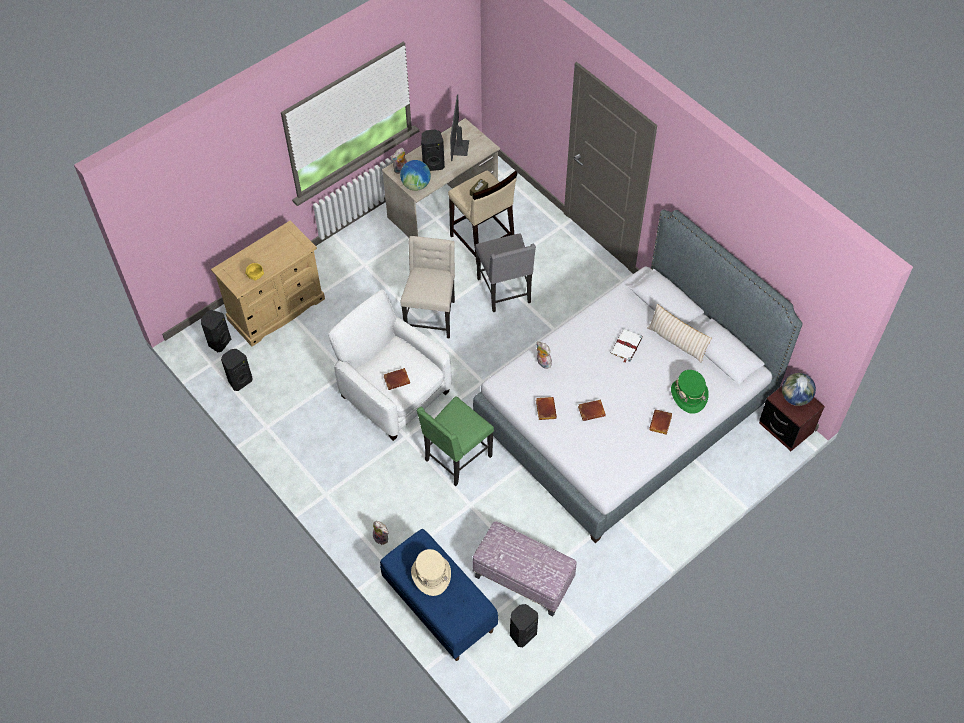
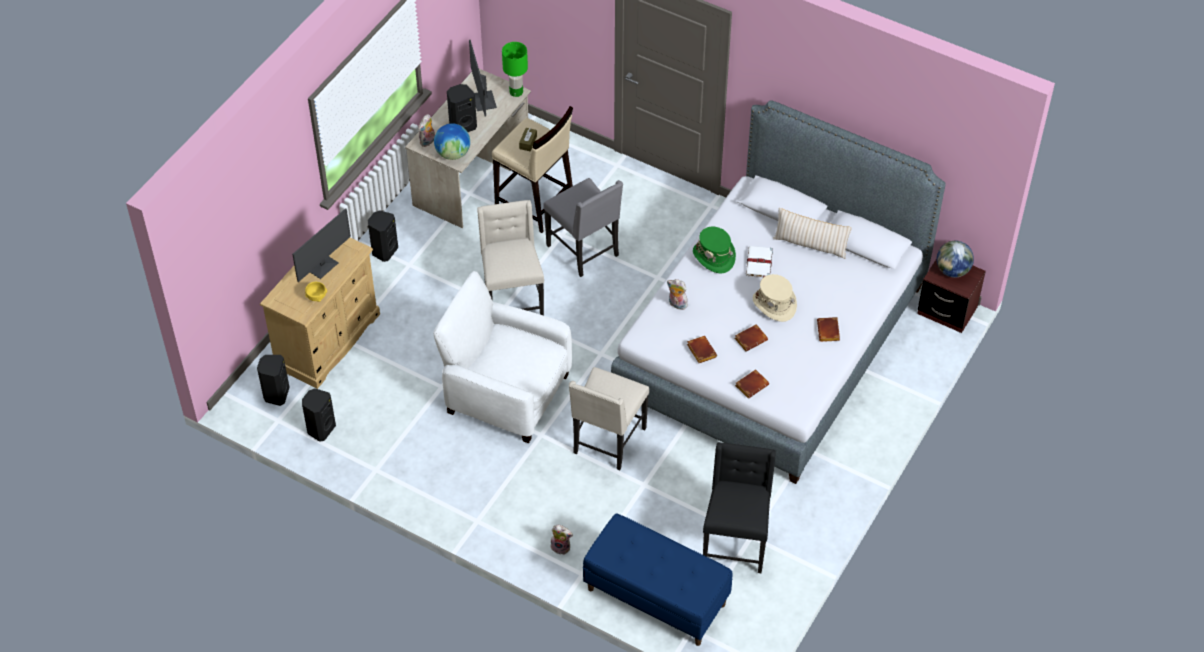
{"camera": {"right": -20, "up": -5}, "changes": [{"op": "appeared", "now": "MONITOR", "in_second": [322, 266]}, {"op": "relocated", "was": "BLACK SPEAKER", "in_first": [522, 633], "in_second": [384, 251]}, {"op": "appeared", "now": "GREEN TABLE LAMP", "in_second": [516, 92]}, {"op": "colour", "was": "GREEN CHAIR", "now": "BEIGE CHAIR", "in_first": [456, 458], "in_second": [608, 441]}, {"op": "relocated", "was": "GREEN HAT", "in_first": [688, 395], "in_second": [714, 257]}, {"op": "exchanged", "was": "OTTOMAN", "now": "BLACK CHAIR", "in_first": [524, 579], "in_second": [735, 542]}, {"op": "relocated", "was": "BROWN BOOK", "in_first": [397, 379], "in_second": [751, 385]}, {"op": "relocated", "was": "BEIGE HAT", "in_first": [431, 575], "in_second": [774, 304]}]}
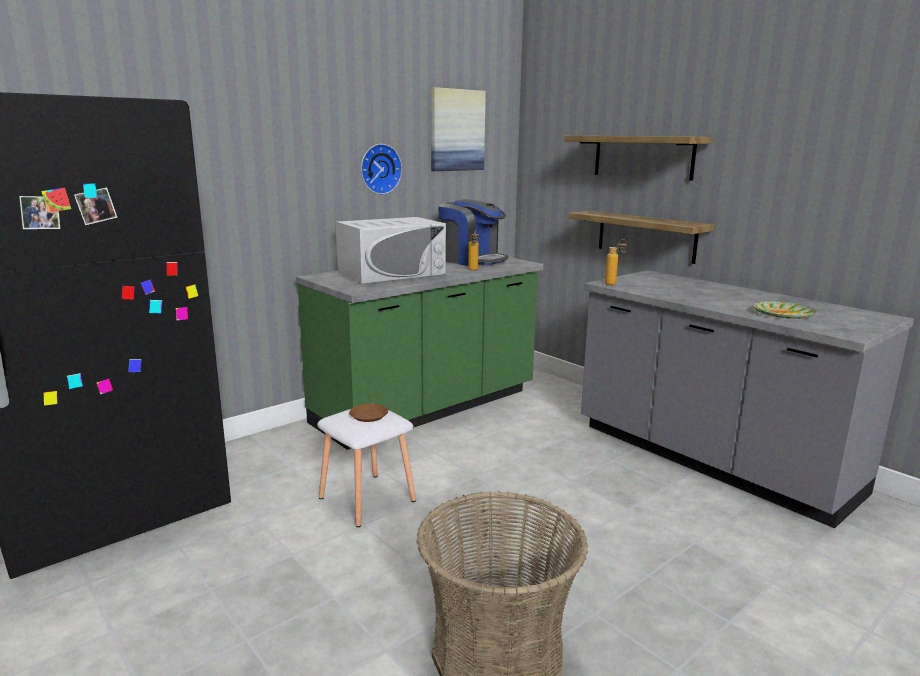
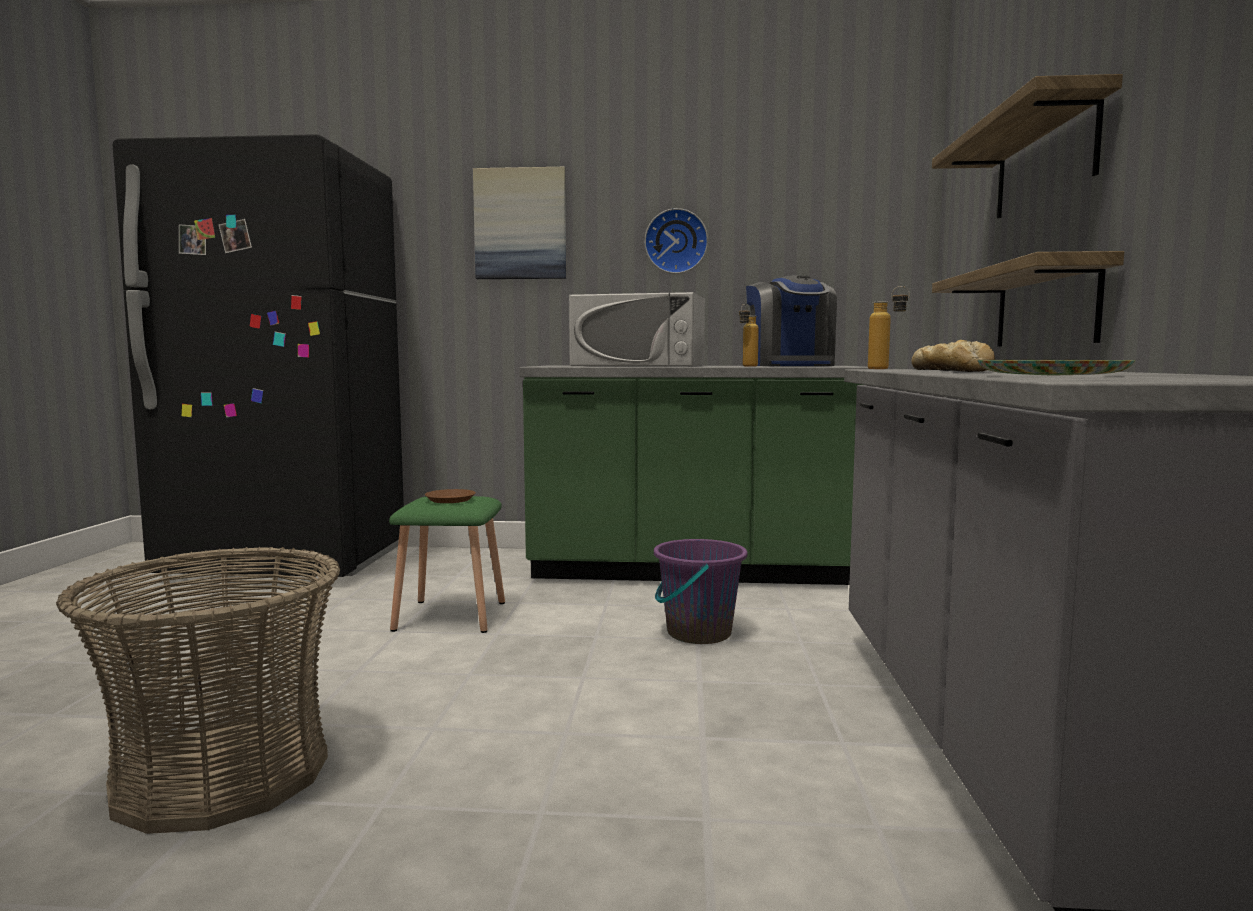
{"camera": {"right": 45, "up": -10}, "changes": [{"op": "colour", "was": "WHITE STOOL", "now": "GREEN STOOL", "in_first": [368, 498], "in_second": [452, 615]}, {"op": "relocated", "was": "PICTURE", "in_first": [457, 130], "in_second": [520, 224]}, {"op": "appeared", "now": "PURPLE BUCKET", "in_second": [698, 633]}, {"op": "appeared", "now": "BREAD", "in_second": [951, 371]}]}
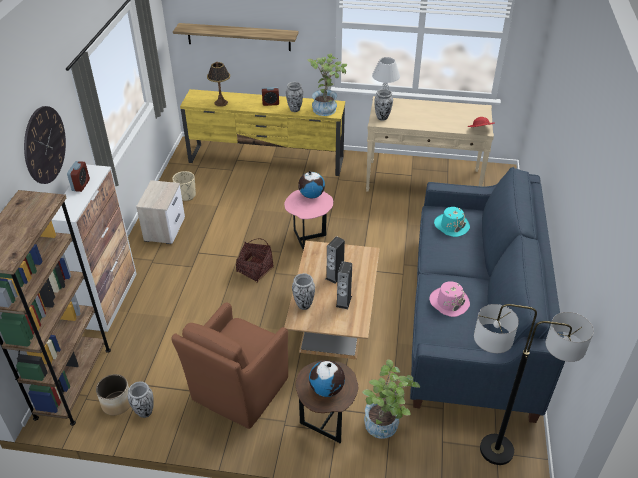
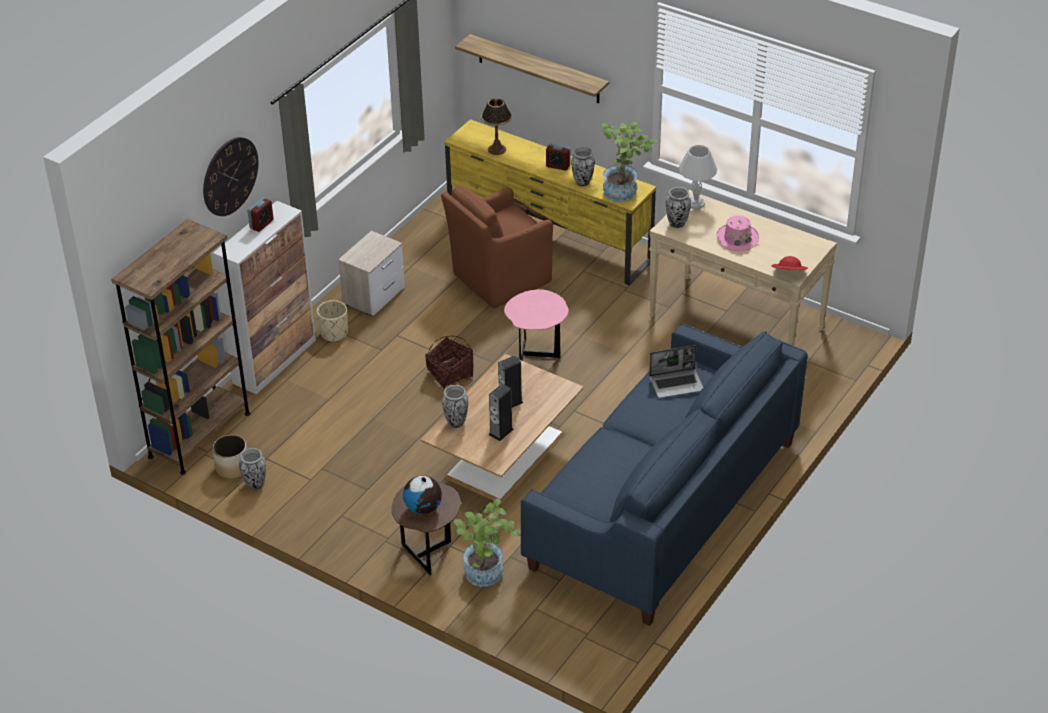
{"camera": {"right": 25, "up": 0}, "changes": [{"op": "relocated", "was": "BEIGE PLANTER", "in_first": [186, 195], "in_second": [334, 333]}, {"op": "relocated", "was": "BROWN ARMCHAIR", "in_first": [238, 391], "in_second": [499, 279]}, {"op": "exchanged", "was": "TURQUOISE HAT", "now": "LAPTOP", "in_first": [451, 225], "in_second": [677, 384]}, {"op": "relocated", "was": "PINK HAT", "in_first": [449, 302], "in_second": [737, 238]}, {"op": "missing", "was": "GLOBE", "in_first": [311, 195]}, {"op": "missing", "was": "FLOOR LAMP", "in_first": [496, 450]}]}
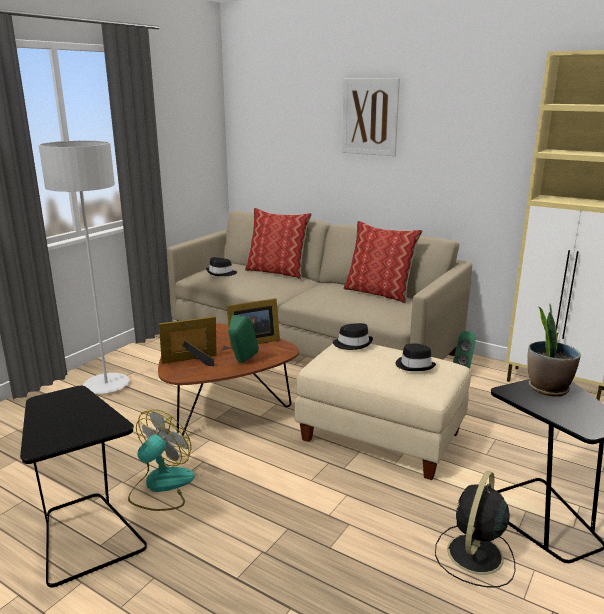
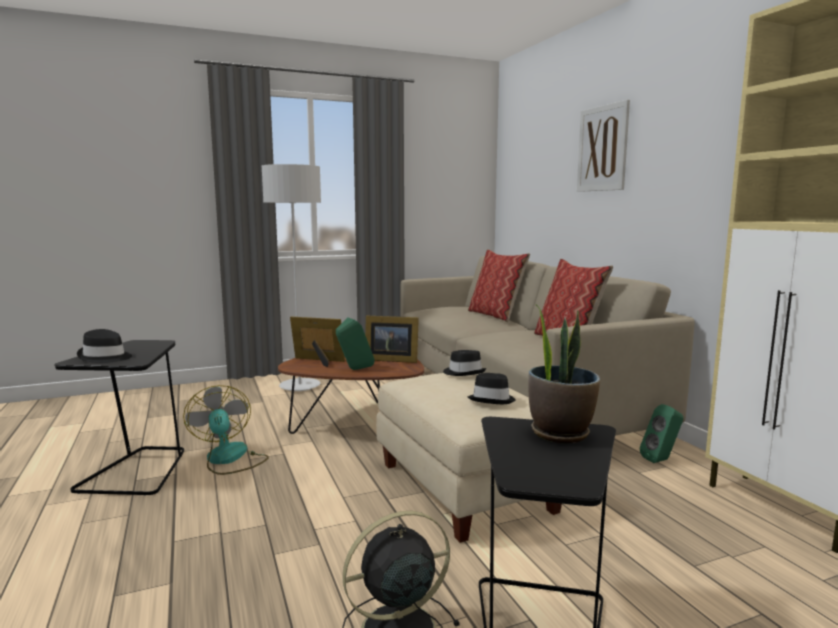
{"camera": {"right": 35, "up": -10}, "changes": [{"op": "relocated", "was": "BLACK HAT", "in_first": [221, 273], "in_second": [105, 357]}, {"op": "spun", "was": "FAN", "in_first": [161, 486], "in_second": [229, 459], "clockwise": -90}]}
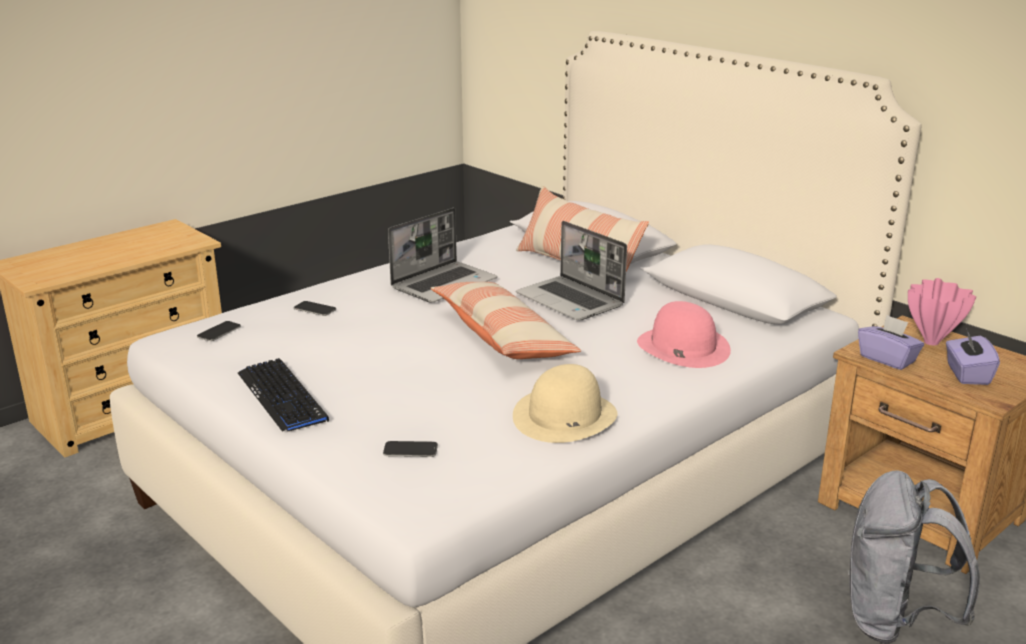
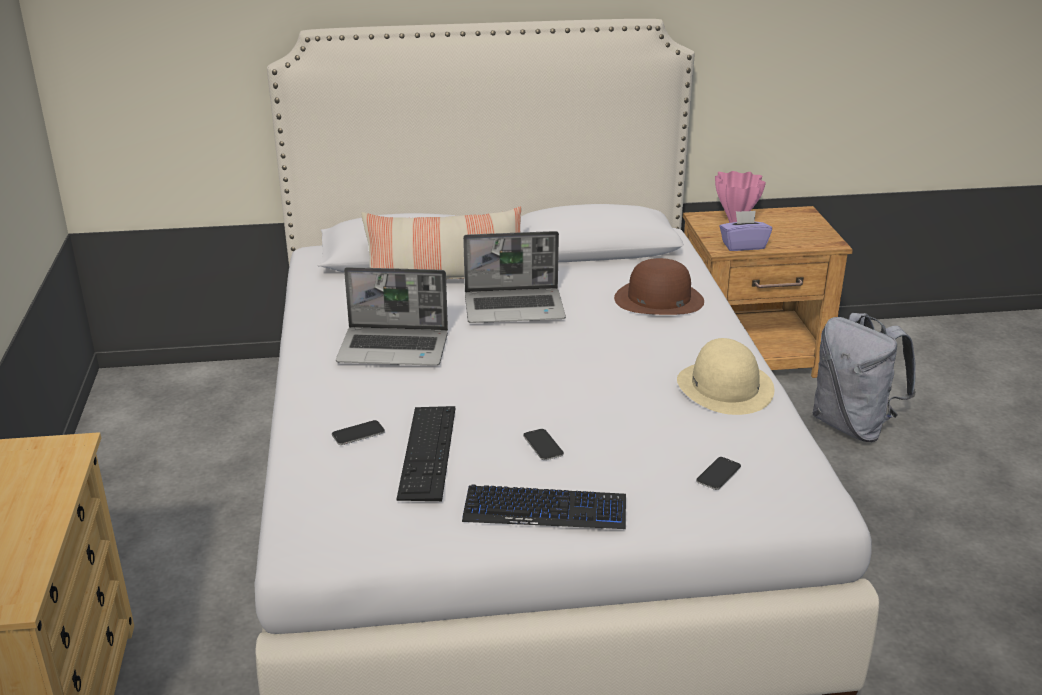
{"camera": {"right": -55, "up": 5}, "changes": [{"op": "spun", "was": "LAPTOP", "in_first": [444, 284], "in_second": [395, 348], "clockwise": 105}, {"op": "appeared", "now": "KEYBOARD", "in_second": [427, 452]}, {"op": "relocated", "was": "PHONE", "in_first": [219, 332], "in_second": [543, 445]}, {"op": "colour", "was": "PINK HAT", "now": "BROWN HAT", "in_first": [682, 347], "in_second": [658, 299]}, {"op": "missing", "was": "PILLOW", "in_first": [502, 337]}, {"op": "missing", "was": "PURPLE TISSUE BOX", "in_first": [967, 374]}]}
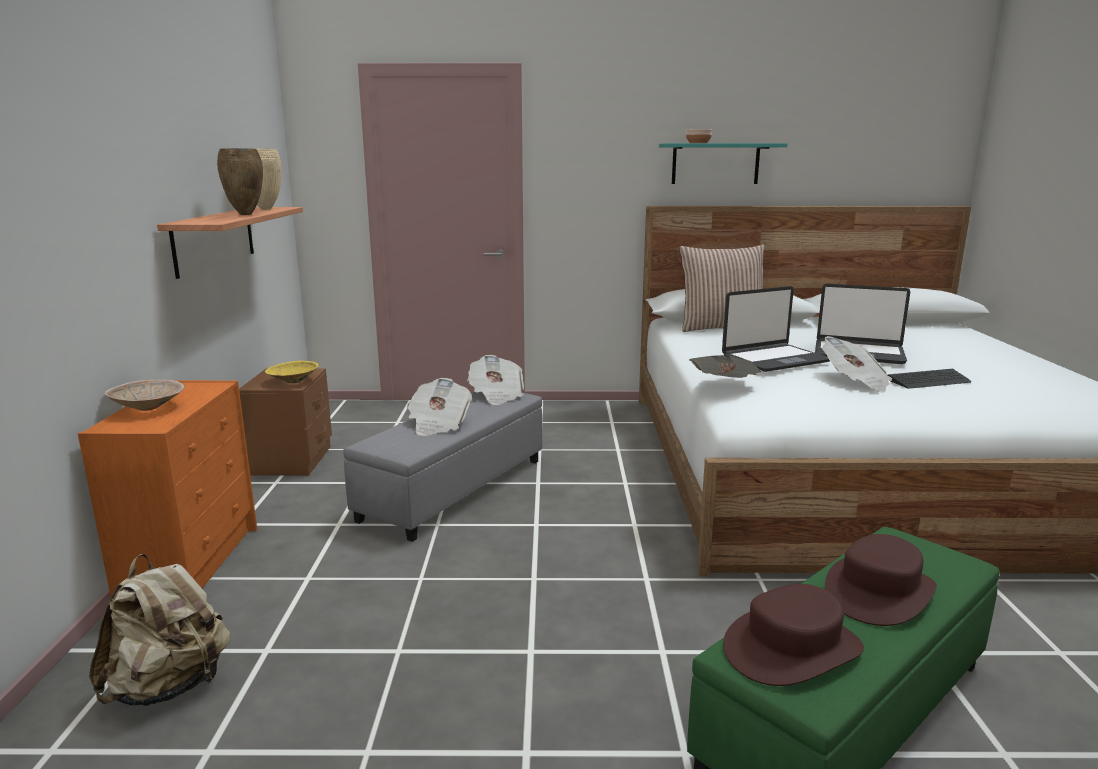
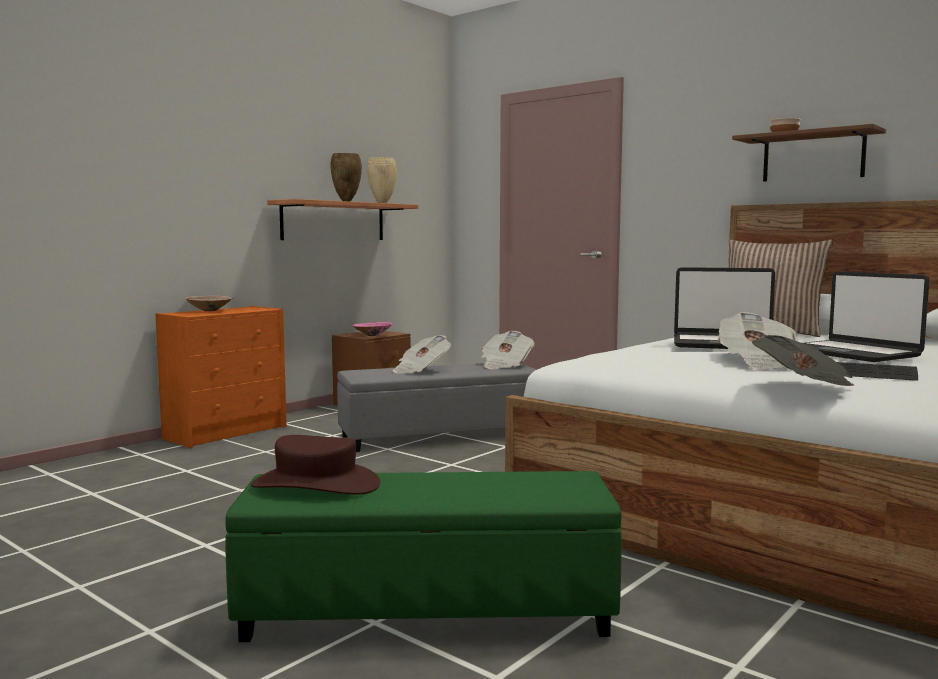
{"camera": {"right": 40, "up": -10}, "changes": [{"op": "colour", "was": "YELLOW BOWL", "now": "PINK BOWL", "in_first": [292, 381], "in_second": [372, 335]}, {"op": "colour", "was": "TURQUOISE SHELF", "now": "BROWN SHELF", "in_first": [715, 164], "in_second": [813, 157]}, {"op": "relocated", "was": "NEWSPAPER", "in_first": [724, 386], "in_second": [805, 388]}, {"op": "missing", "was": "BEIGE BACKPACK", "in_first": [170, 686]}, {"op": "missing", "was": "BROWN HAT", "in_first": [878, 591]}]}
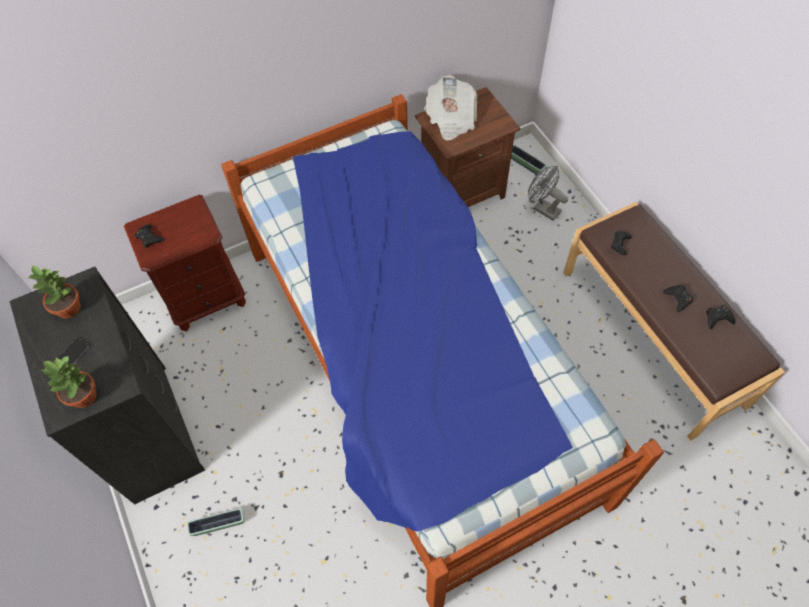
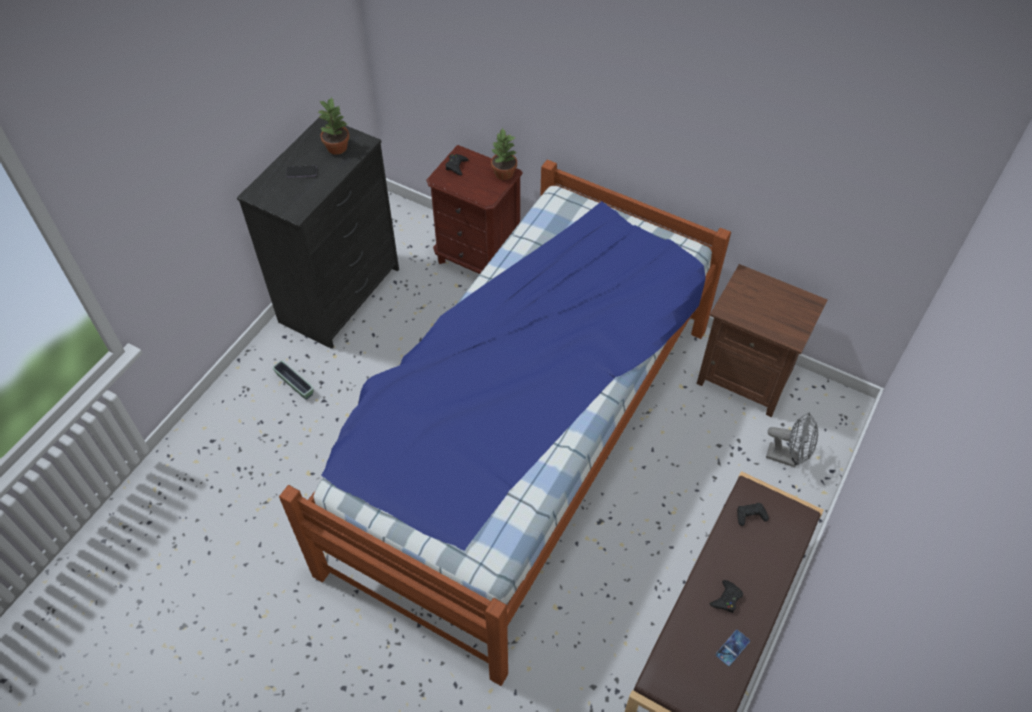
{"camera": {"right": 55, "up": -5}, "changes": [{"op": "relocated", "was": "POTTED PLANT", "in_first": [84, 397], "in_second": [504, 173]}, {"op": "exchanged", "was": "BLACK GAME CONTROLLER", "now": "PHONE", "in_first": [718, 318], "in_second": [732, 648]}, {"op": "spun", "was": "GREY FAN", "in_first": [542, 208], "in_second": [787, 457], "clockwise": 105}, {"op": "missing", "was": "NEWSPAPER", "in_first": [451, 119]}, {"op": "missing", "was": "PLANTER", "in_first": [525, 164]}]}
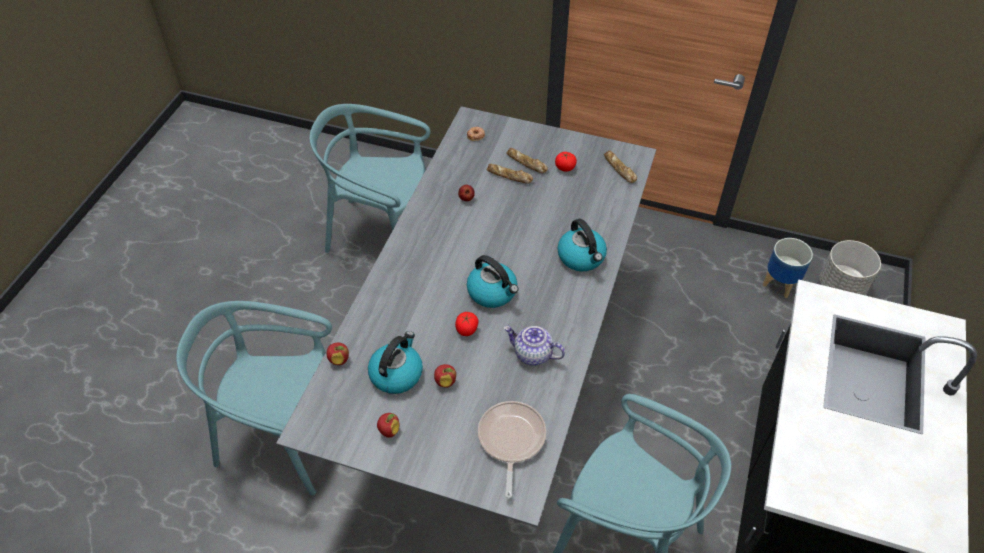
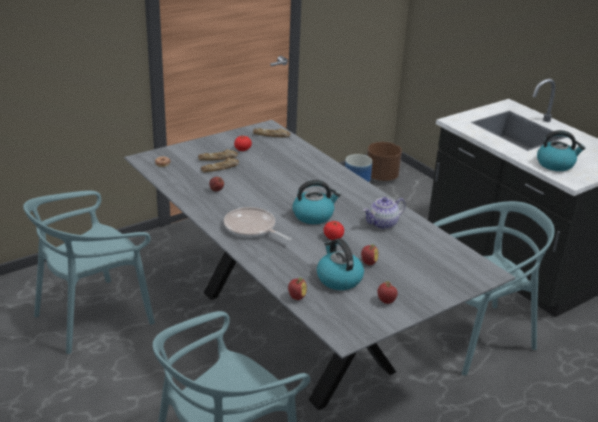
{"camera": {"right": -55, "up": -20}, "changes": [{"op": "relocated", "was": "FRYING PAN", "in_first": [511, 440], "in_second": [252, 228]}, {"op": "colour", "was": "GREY PLANTER", "now": "BROWN PLANTER", "in_first": [841, 287], "in_second": [382, 177]}, {"op": "relocated", "was": "KETTLE", "in_first": [582, 257], "in_second": [556, 164]}]}
